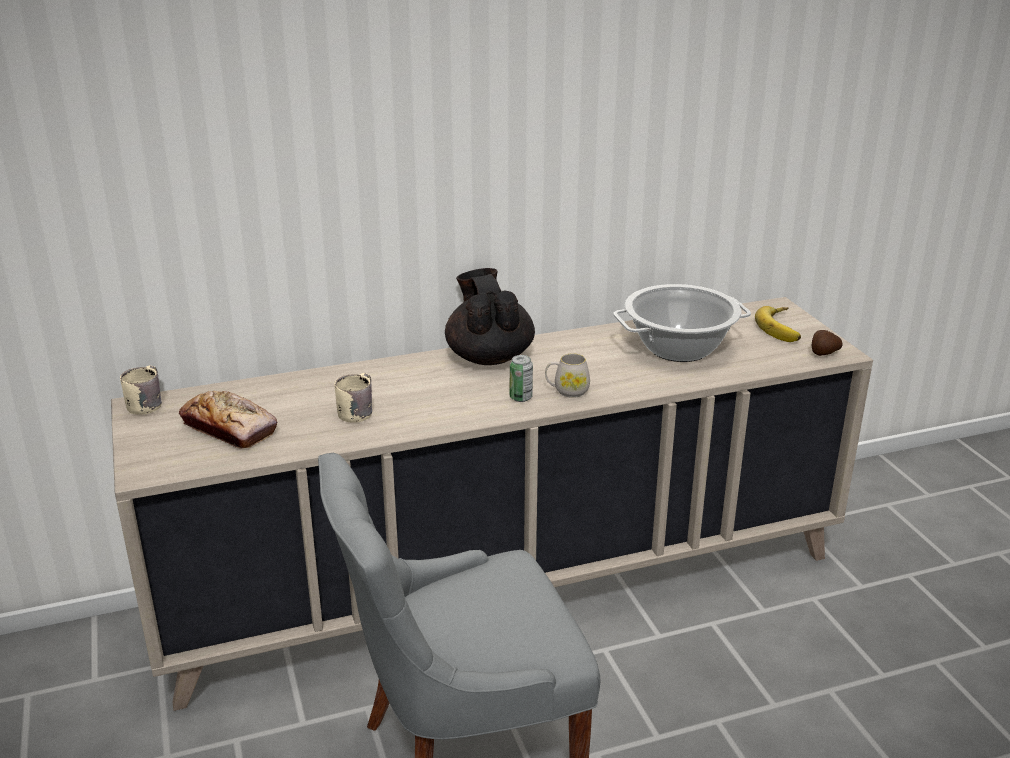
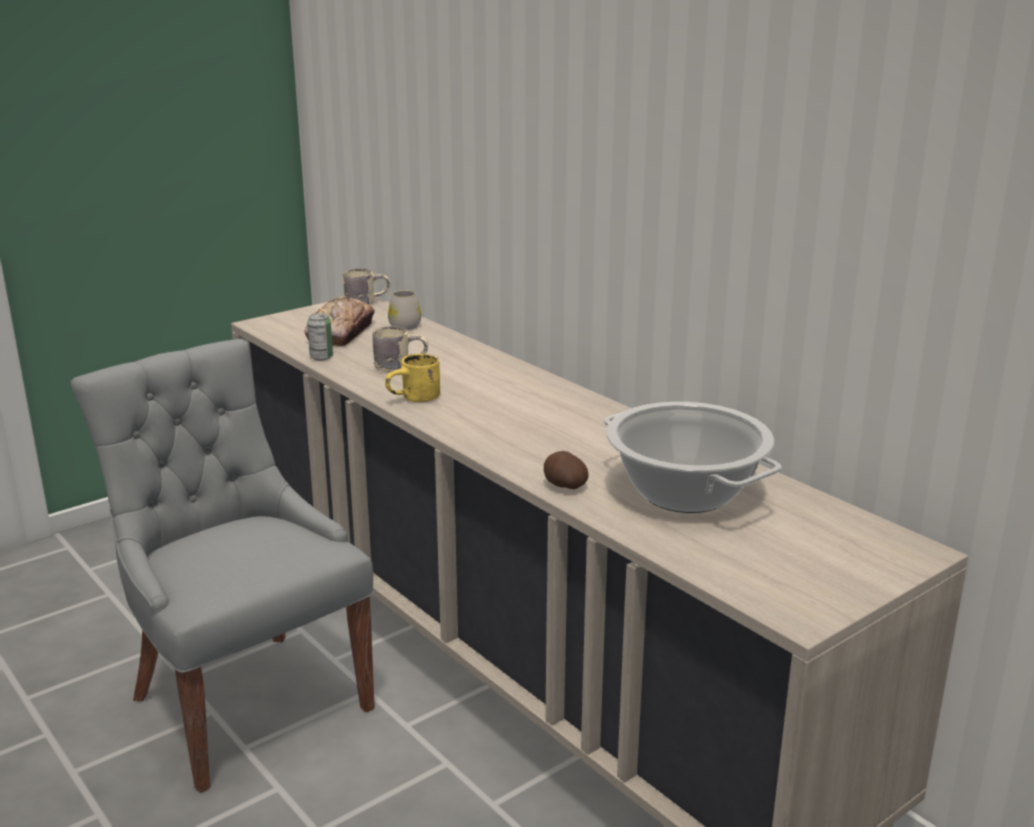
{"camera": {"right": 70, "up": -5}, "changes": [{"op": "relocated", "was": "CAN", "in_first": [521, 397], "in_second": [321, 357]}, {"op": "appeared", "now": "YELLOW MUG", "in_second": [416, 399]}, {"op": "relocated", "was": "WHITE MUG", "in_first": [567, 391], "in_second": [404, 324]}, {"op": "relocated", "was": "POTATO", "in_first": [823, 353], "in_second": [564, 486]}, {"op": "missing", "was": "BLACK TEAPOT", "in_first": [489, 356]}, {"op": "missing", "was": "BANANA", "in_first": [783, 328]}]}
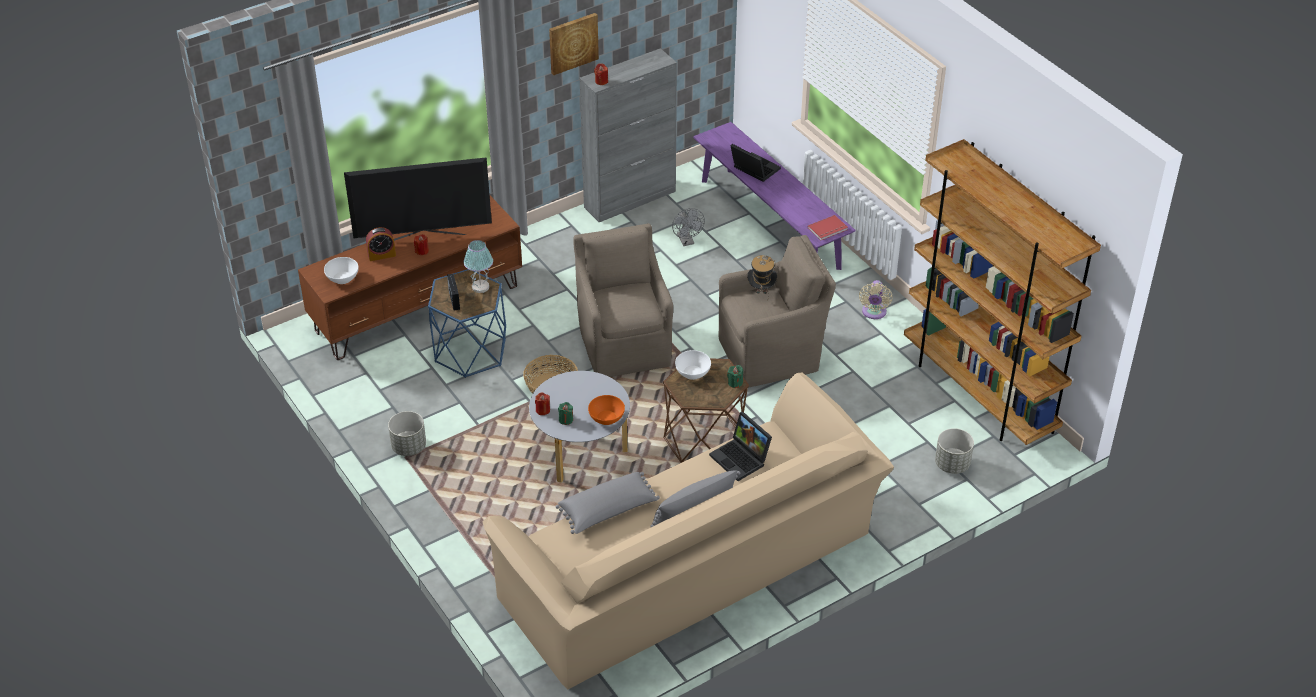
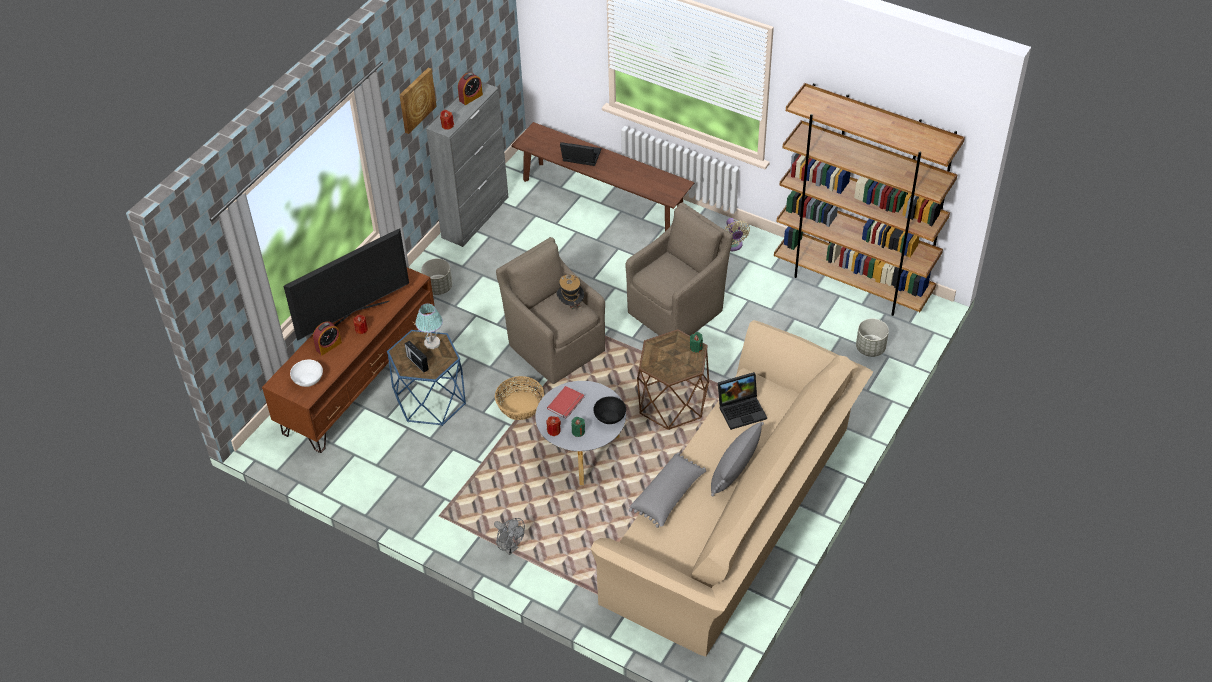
{"camera": {"right": -25, "up": 5}, "changes": [{"op": "relocated", "was": "GREY PLANTER", "in_first": [409, 447], "in_second": [438, 288]}, {"op": "appeared", "now": "ALARM CLOCK", "in_second": [471, 97]}, {"op": "relocated", "was": "GREY FAN", "in_first": [687, 241], "in_second": [510, 547]}, {"op": "colour", "was": "PURPLE BENCH", "now": "BROWN BENCH", "in_first": [769, 223], "in_second": [602, 198]}, {"op": "relocated", "was": "RED BOOK", "in_first": [828, 229], "in_second": [567, 403]}, {"op": "relocated", "was": "HAT", "in_first": [761, 291], "in_second": [571, 305]}, {"op": "colour", "was": "ORANGE BOWL", "now": "BLACK BOWL", "in_first": [606, 418], "in_second": [610, 417]}, {"op": "spun", "was": "LAPTOP", "in_first": [741, 459], "in_second": [742, 409], "clockwise": -45}, {"op": "missing", "was": "WHITE BOWL", "in_first": [692, 372]}]}
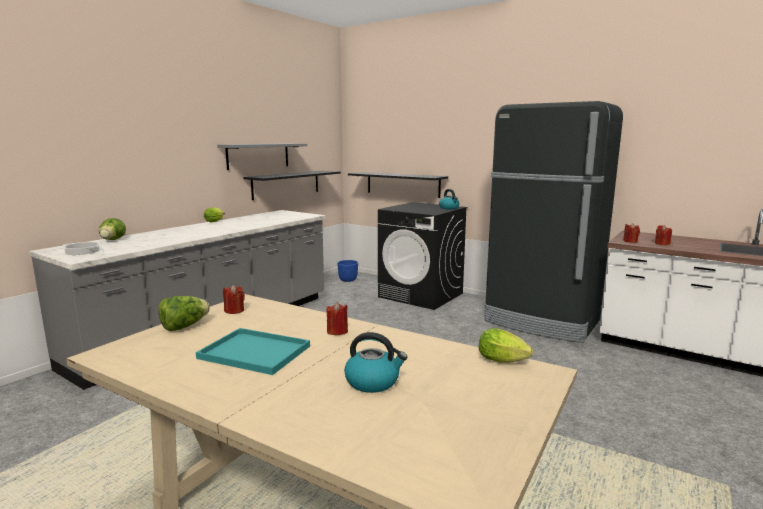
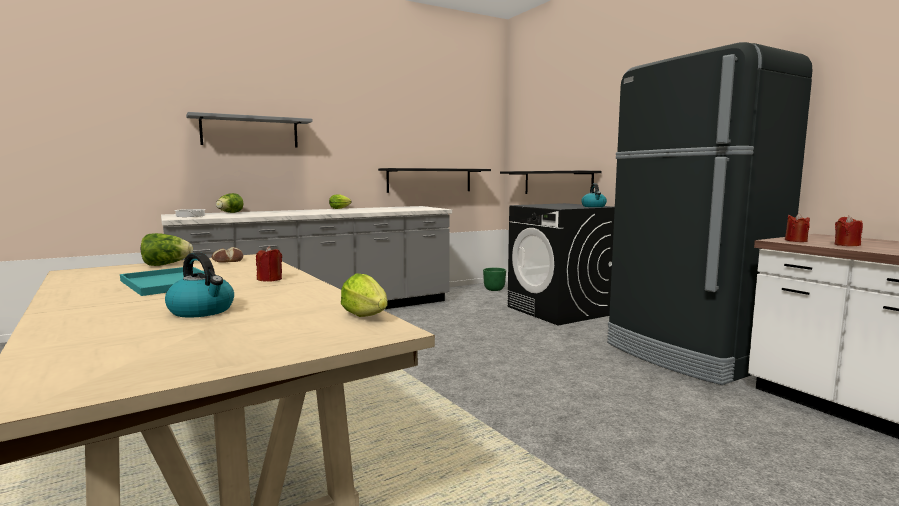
{"camera": {"right": 25, "up": -5}, "changes": [{"op": "relocated", "was": "GREY SHELF", "in_first": [258, 156], "in_second": [250, 132]}, {"op": "exchanged", "was": "RED CANDLE", "now": "BREAD", "in_first": [234, 310], "in_second": [227, 260]}, {"op": "colour", "was": "BLUE PLANTER", "now": "GREEN PLANTER", "in_first": [348, 280], "in_second": [494, 289]}]}
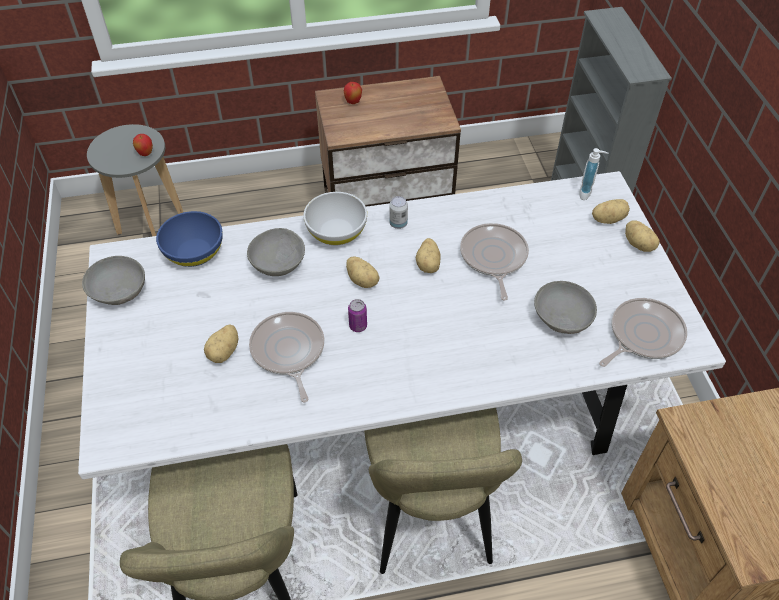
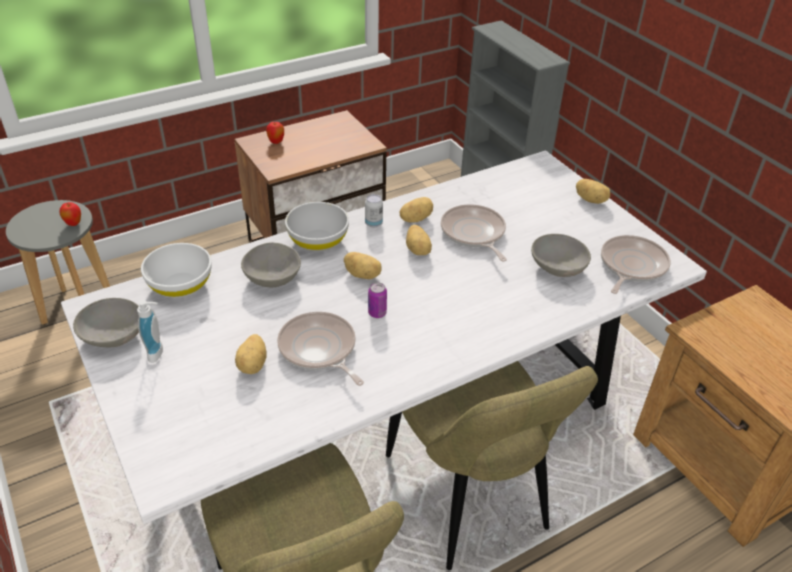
{"camera": {"right": -20, "up": -10}, "changes": [{"op": "relocated", "was": "SOAP DISPENSER", "in_first": [587, 193], "in_second": [158, 353]}, {"op": "colour", "was": "BLUE BOWL", "now": "WHITE BOWL", "in_first": [194, 252], "in_second": [180, 285]}, {"op": "relocated", "was": "POTATO", "in_first": [607, 219], "in_second": [415, 219]}]}
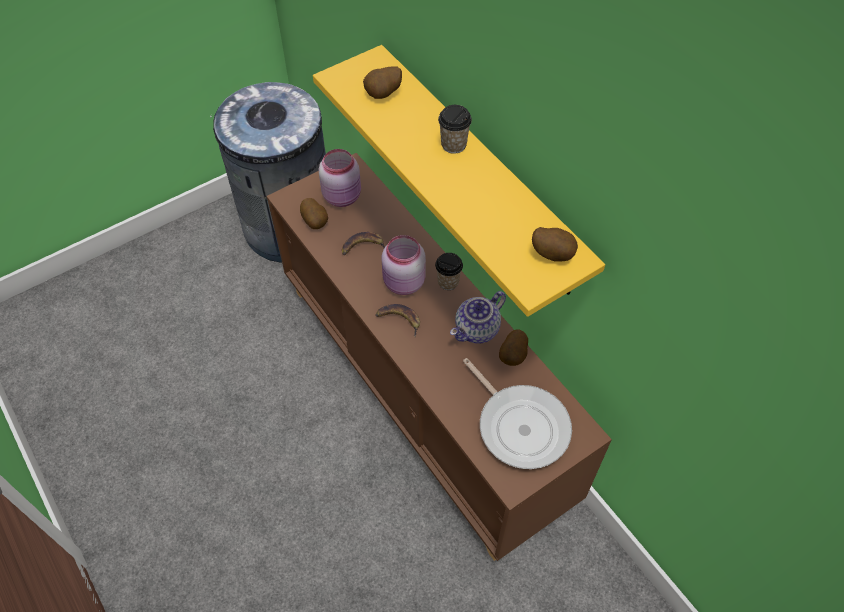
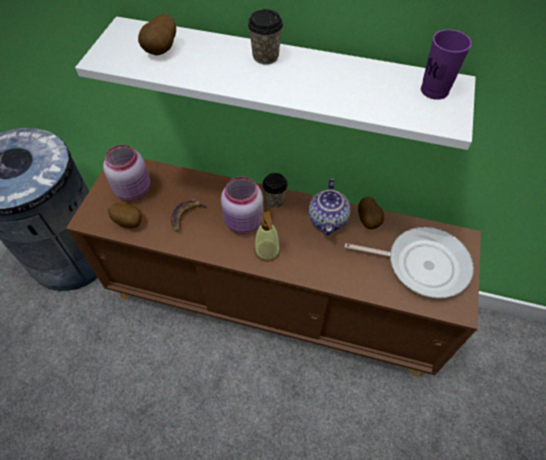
{"camera": {"right": -40, "up": 0}, "changes": [{"op": "colour", "was": "YELLOW SHELF", "now": "WHITE SHELF", "in_first": [479, 171], "in_second": [284, 78]}, {"op": "exchanged", "was": "BANANA", "now": "SOAP DISPENSER", "in_first": [399, 320], "in_second": [267, 251]}, {"op": "exchanged", "was": "POTATO", "now": "PURPLE CUP", "in_first": [552, 254], "in_second": [434, 90]}]}
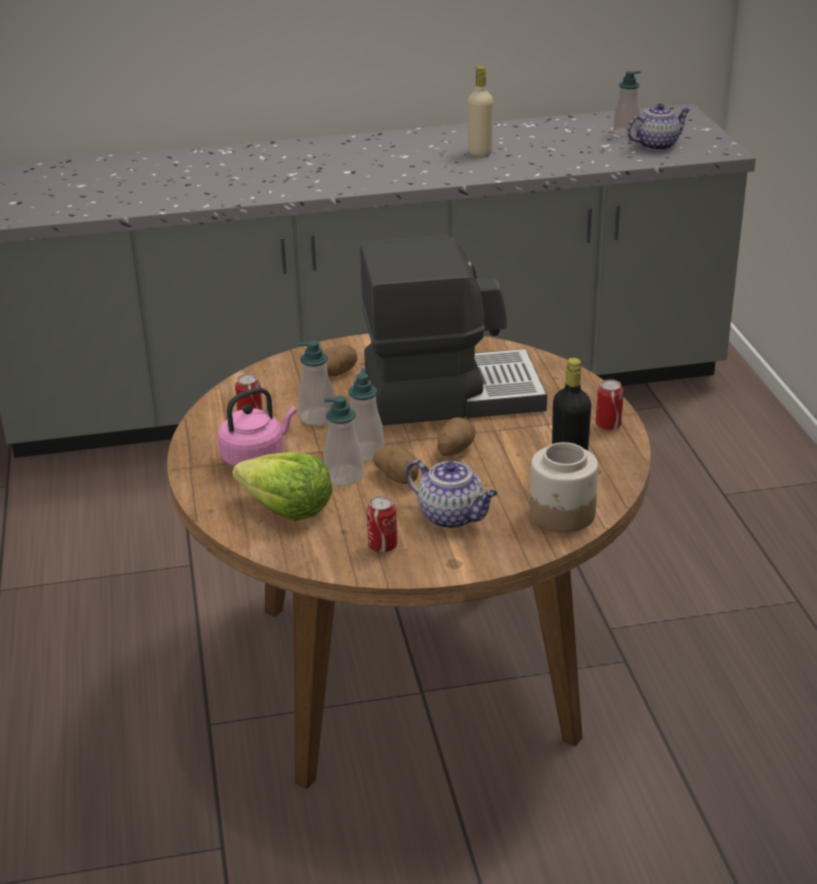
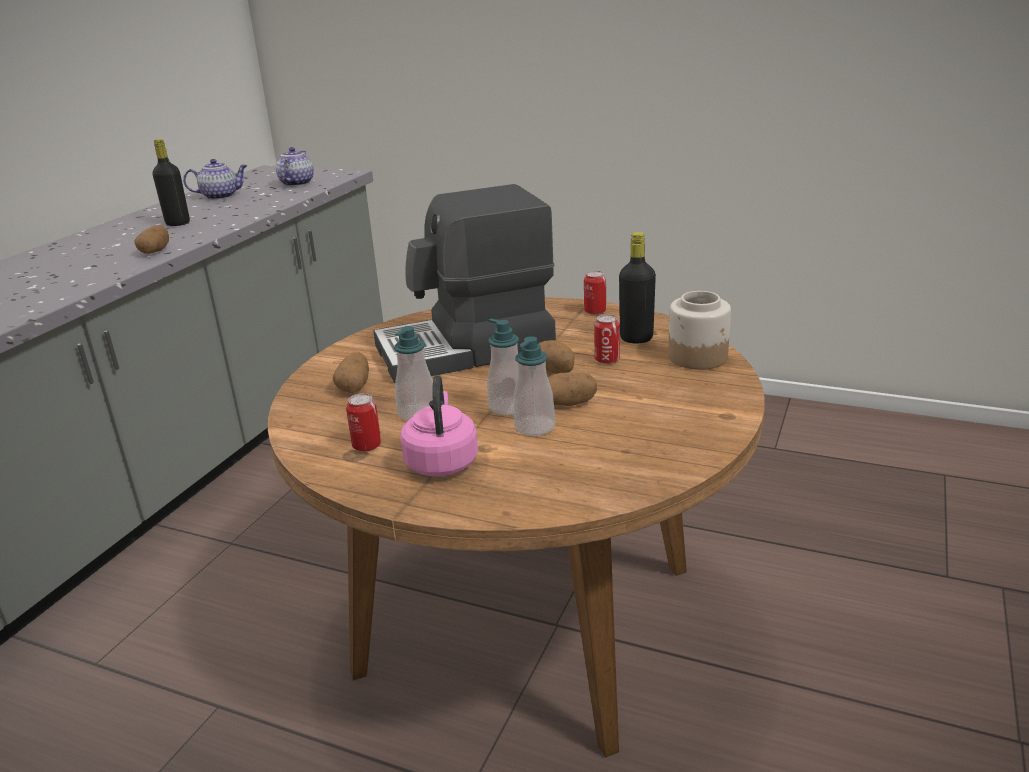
{"camera": {"right": -55, "up": -5}, "changes": [{"op": "appeared", "now": "POTATO", "in_second": [156, 251]}, {"op": "colour", "was": "BEIGE BOTTLE", "now": "BLACK BOTTLE", "in_first": [480, 152], "in_second": [178, 223]}, {"op": "relocated", "was": "TEAPOT", "in_first": [452, 516], "in_second": [221, 196]}, {"op": "spun", "was": "COFFEE MACHINE", "in_first": [451, 393], "in_second": [467, 349], "clockwise": -135}, {"op": "relocated", "was": "CAN", "in_first": [382, 546], "in_second": [607, 360]}, {"op": "missing", "was": "LETTUCE", "in_first": [287, 509]}, {"op": "missing", "was": "SOAP DISPENSER", "in_first": [626, 133]}]}
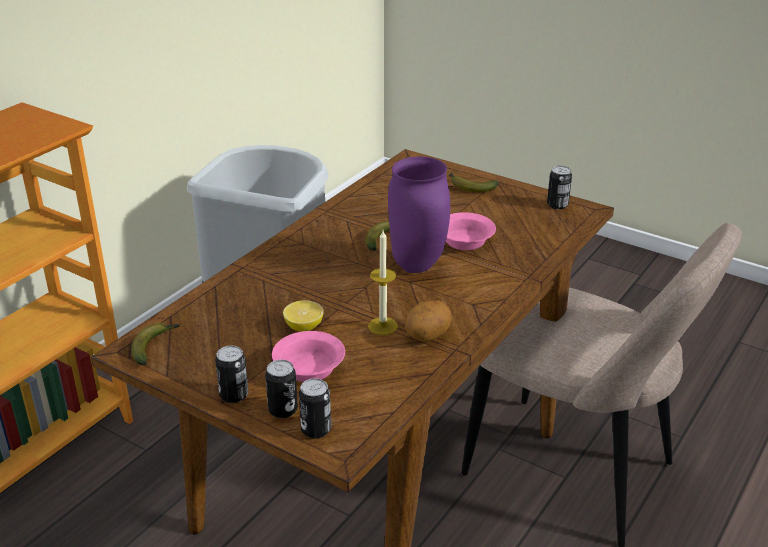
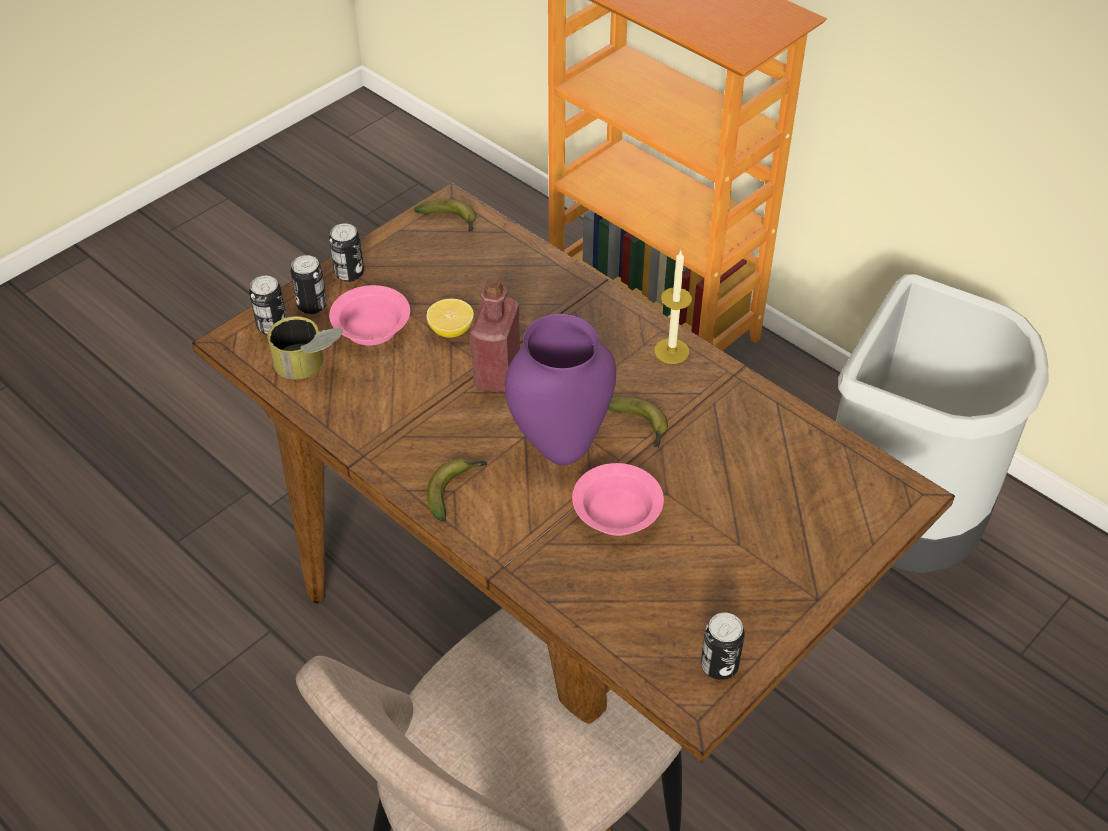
{"camera": {"right": 100, "up": 15}, "changes": [{"op": "appeared", "now": "CAN", "in_second": [310, 368]}, {"op": "relocated", "was": "BANANA", "in_first": [469, 187], "in_second": [455, 490]}, {"op": "appeared", "now": "RED BOTTLE", "in_second": [497, 373]}, {"op": "relocated", "was": "CANDLE", "in_first": [383, 326], "in_second": [671, 351]}, {"op": "missing", "was": "POTATO", "in_first": [427, 336]}]}
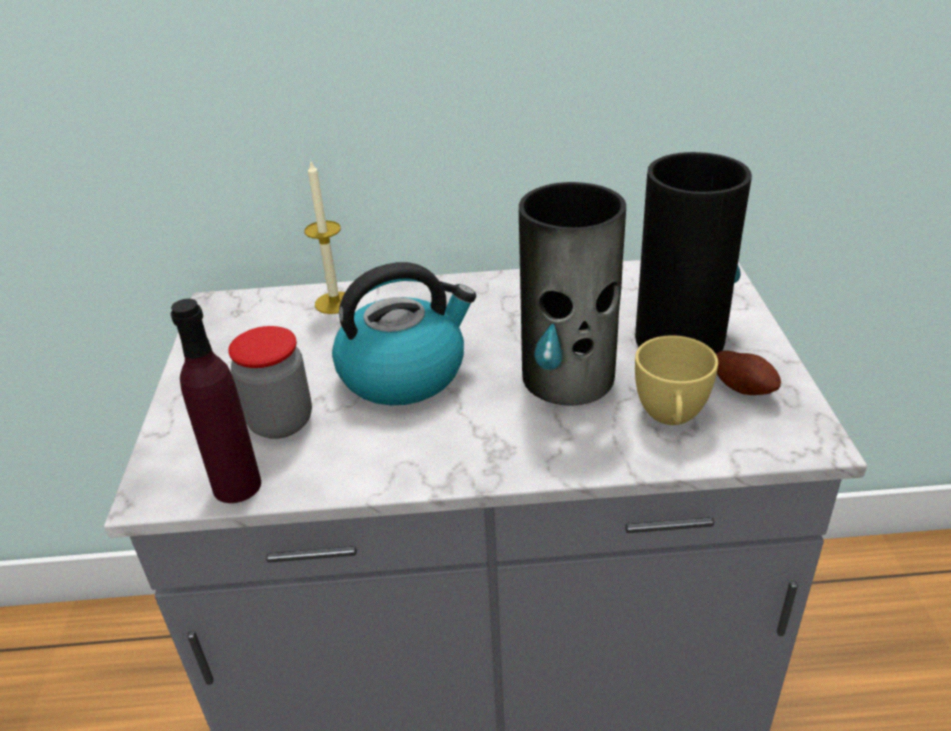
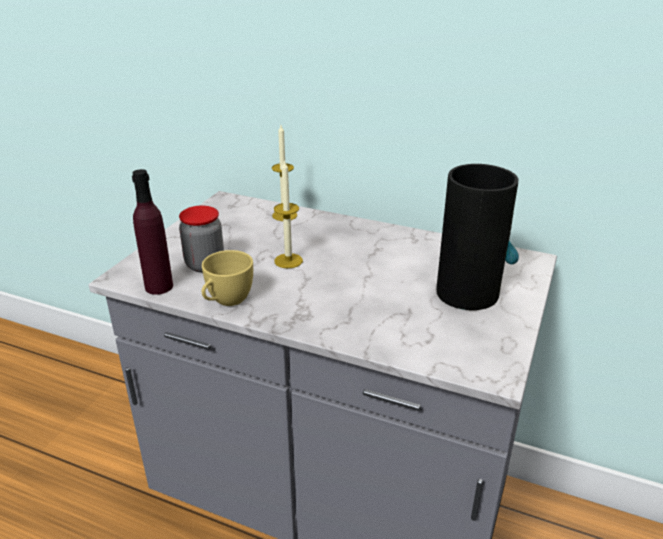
{"camera": {"right": 25, "up": -5}, "changes": [{"op": "relocated", "was": "YELLOW CUP", "in_first": [671, 418], "in_second": [226, 301]}, {"op": "exchanged", "was": "KETTLE", "now": "CANDLE", "in_first": [404, 373], "in_second": [288, 261]}, {"op": "missing", "was": "VASE", "in_first": [568, 377]}, {"op": "missing", "was": "POTATO", "in_first": [744, 388]}]}
